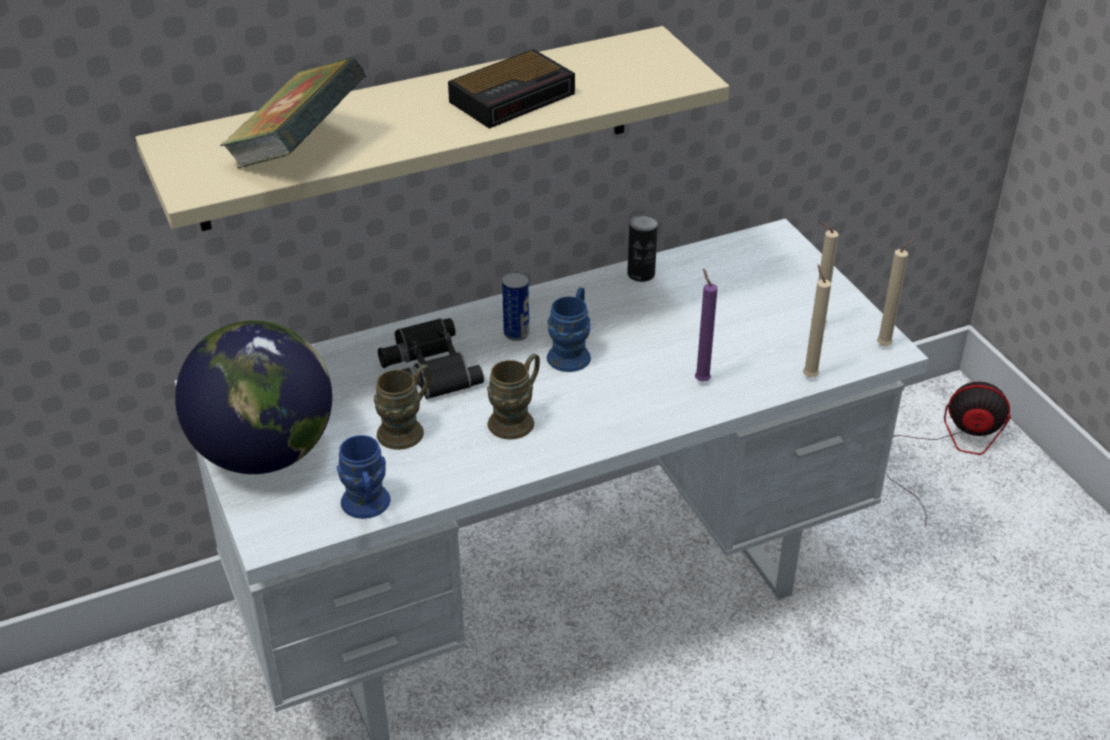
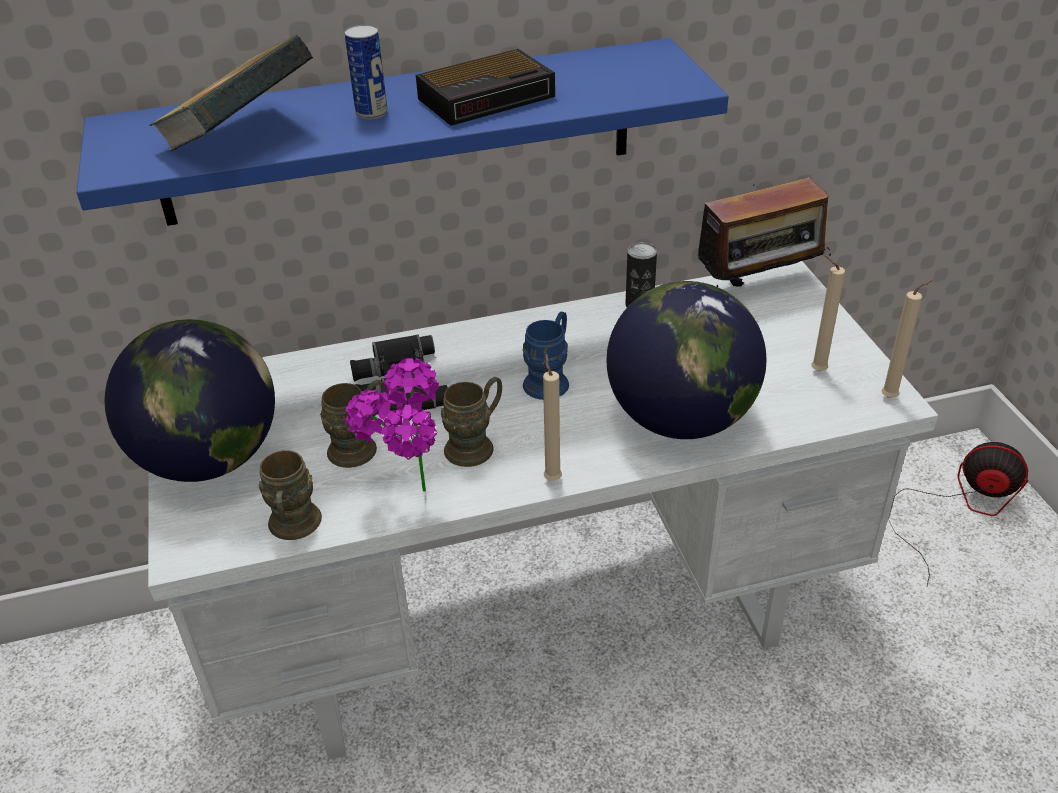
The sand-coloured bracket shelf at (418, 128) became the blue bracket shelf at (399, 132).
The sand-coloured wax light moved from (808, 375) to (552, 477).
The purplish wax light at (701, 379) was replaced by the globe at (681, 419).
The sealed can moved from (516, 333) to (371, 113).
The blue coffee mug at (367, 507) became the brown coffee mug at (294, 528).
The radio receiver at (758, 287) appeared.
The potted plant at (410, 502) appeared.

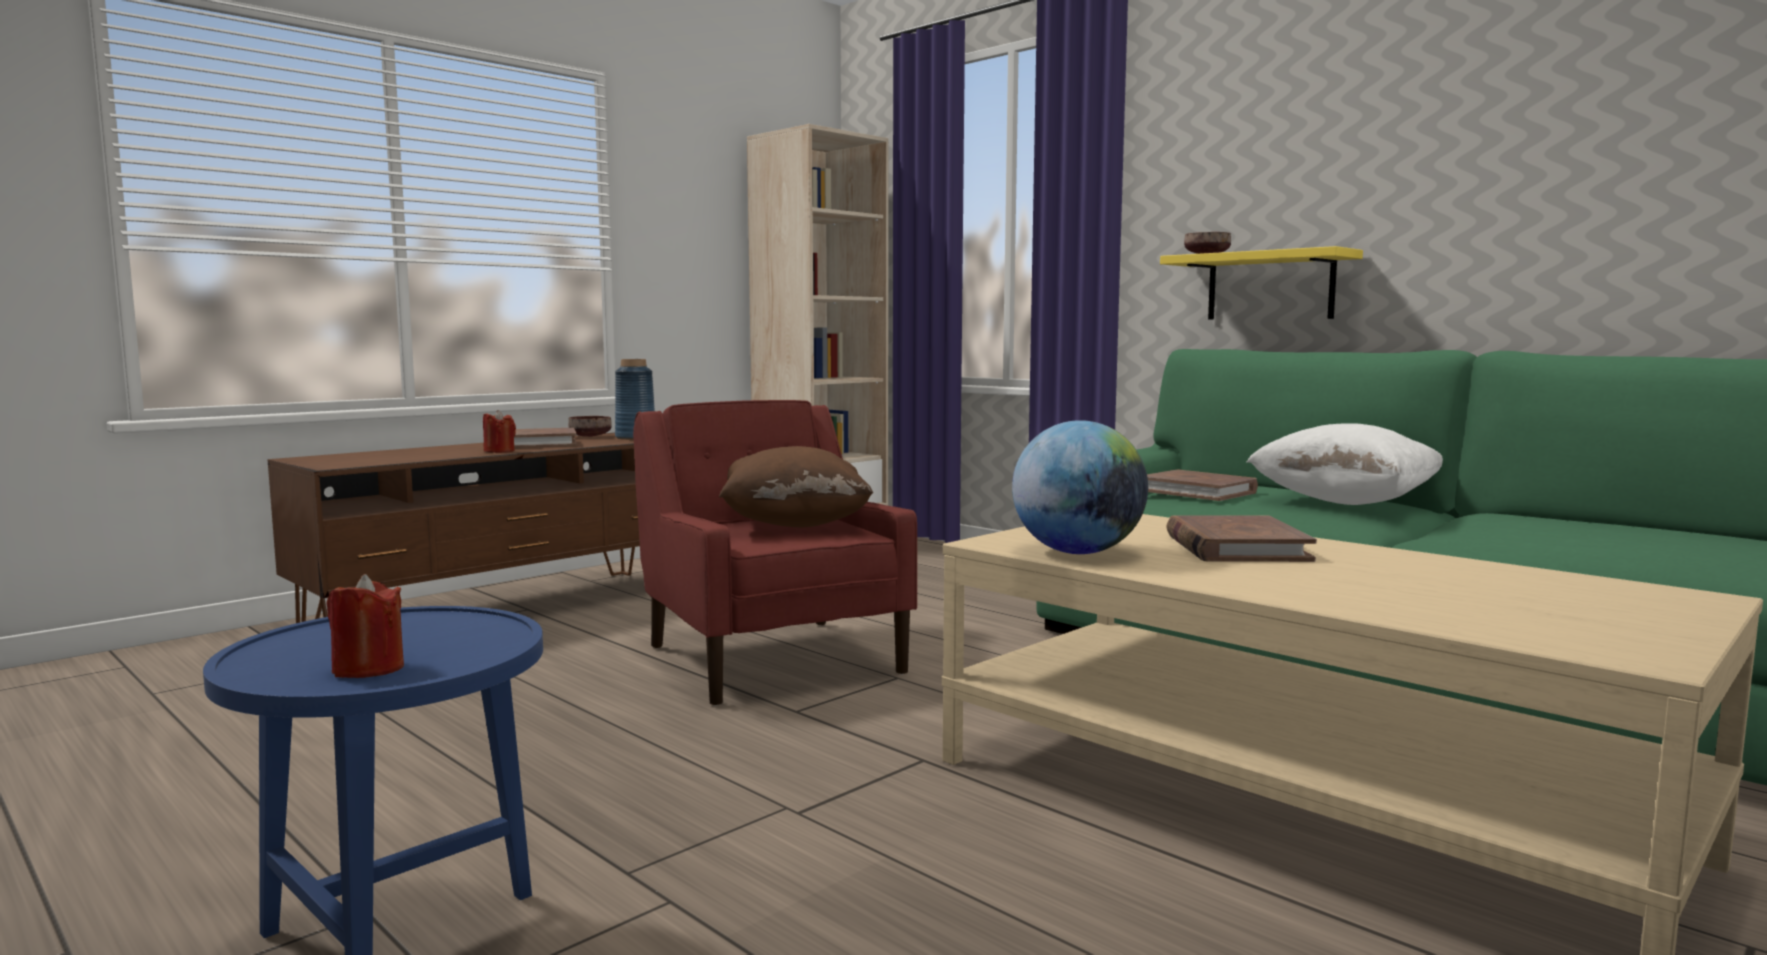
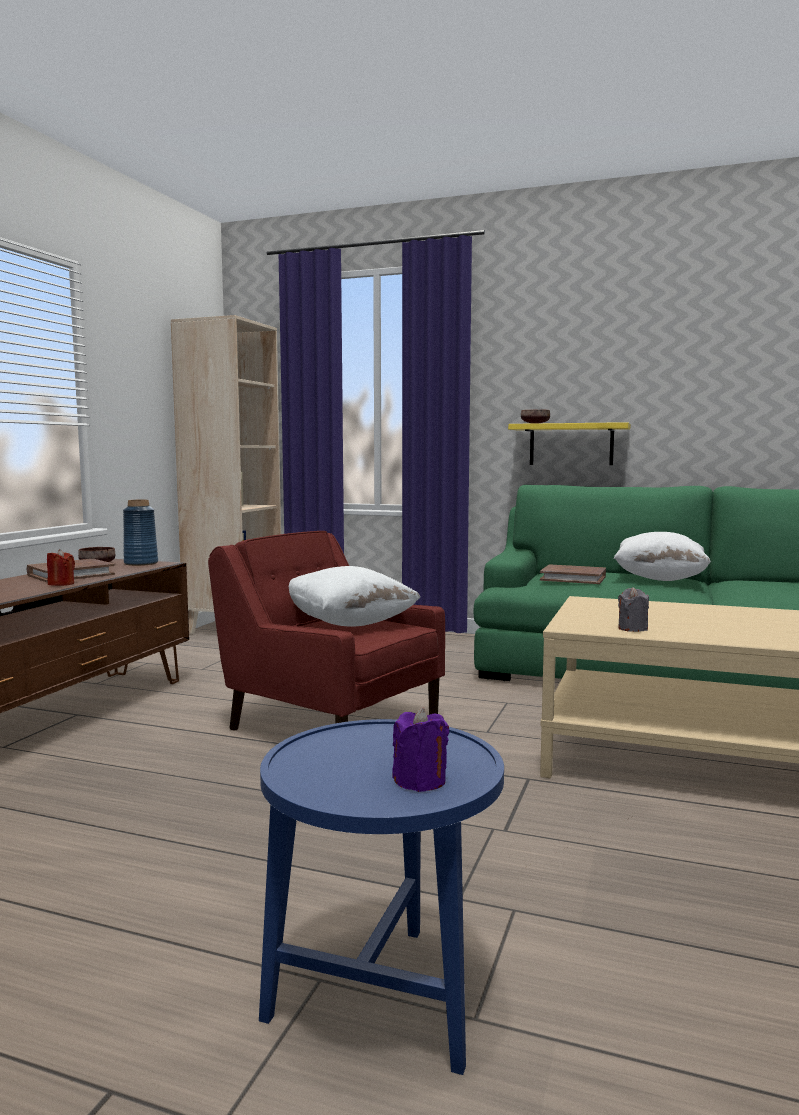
The globe at (1077, 552) was replaced by the grey wax light at (632, 628).
The brown pillow at (794, 524) became the whitish pillow at (348, 624).
The brown book at (1235, 547) disappeared.
The red-coloured wax light at (368, 669) became the purplish wax light at (420, 781).

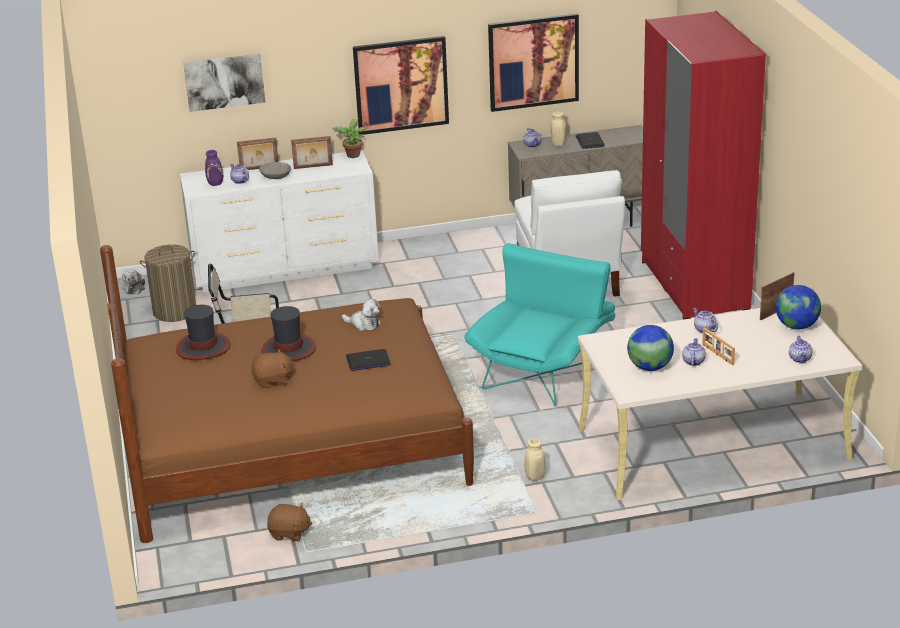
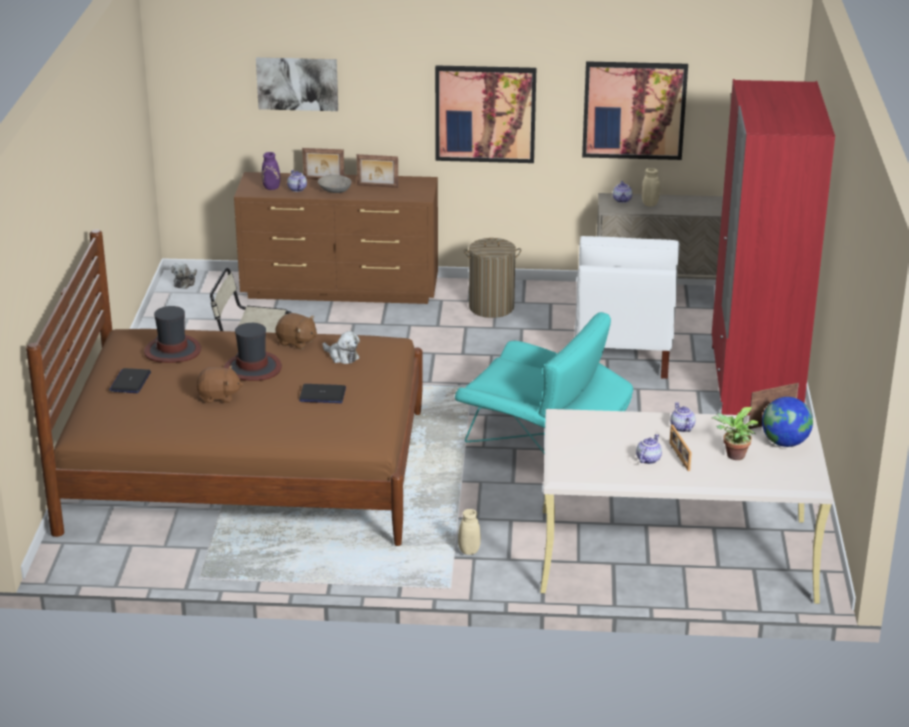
The potted plant moved from (352, 156) to (733, 456).
The notebook computer moved from (590, 141) to (130, 382).
The whitish chest of drawers at (286, 269) became the brown chest of drawers at (341, 289).
The blue-green easy chair at (544, 368) turned 75 degrees clockwise.
The hamper moved from (175, 311) to (491, 307).
The globe at (650, 367) disappeared.
The tea pot at (800, 359) disappeared.
The brown cuddly toy moved from (289, 533) to (296, 342).

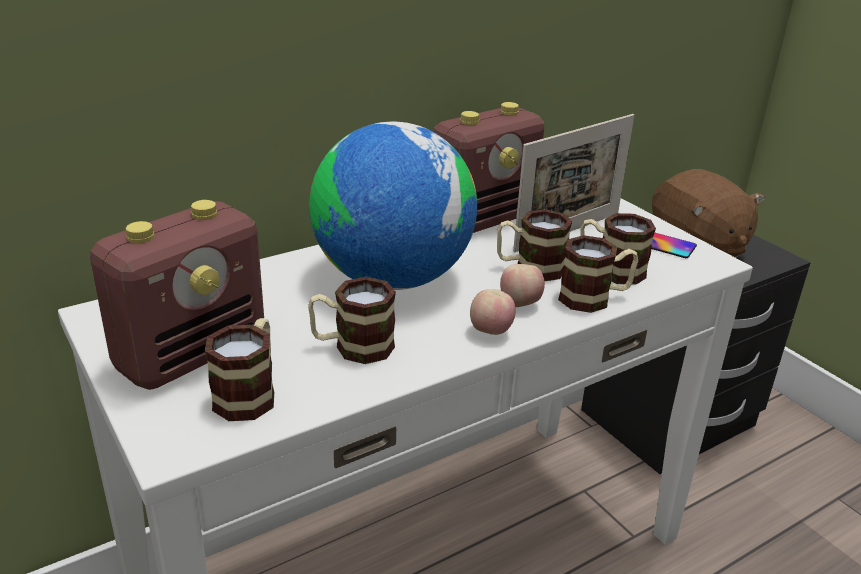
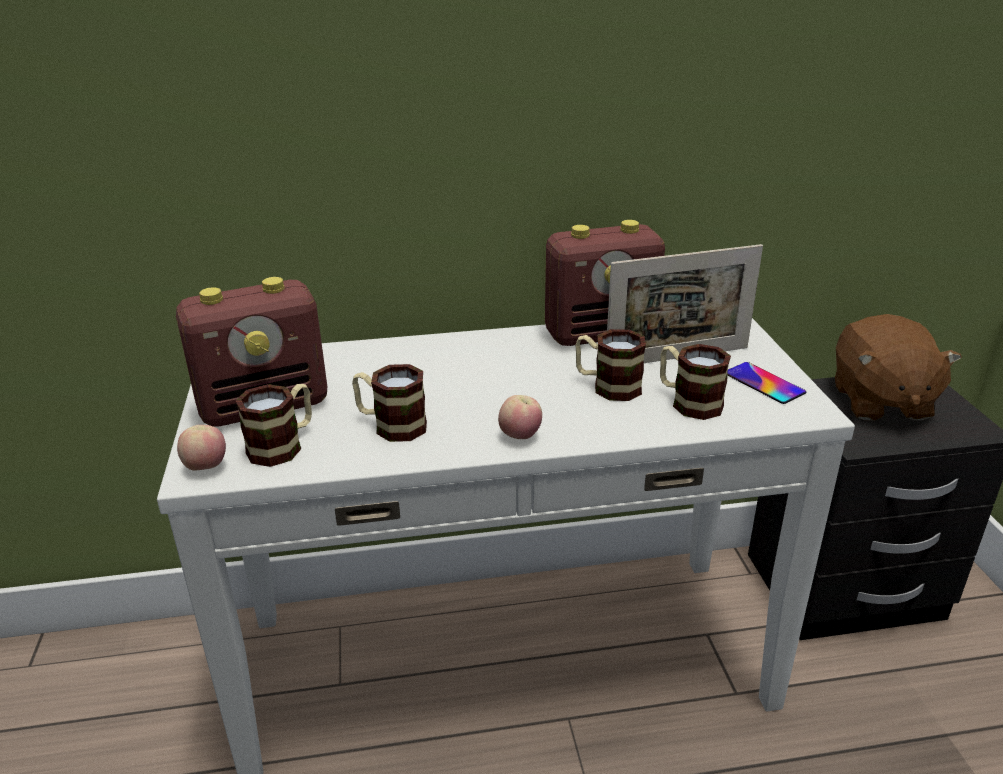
The globe at (392, 279) disappeared.
The coffee mug at (594, 298) disappeared.
The apple fruit moved from (519, 304) to (206, 467).

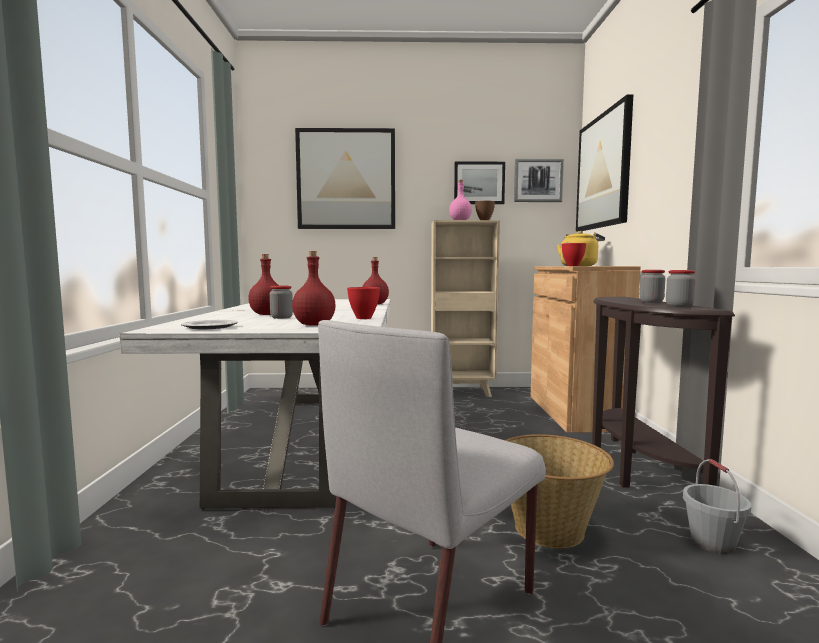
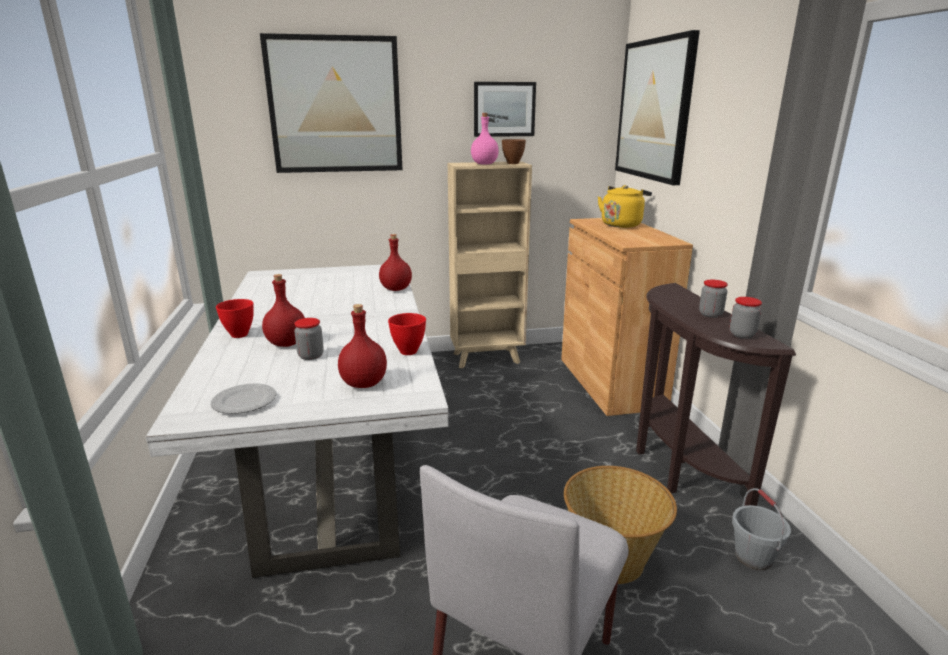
The wall picture at (538, 181) disappeared.
The red-coloured deep dish moved from (572, 266) to (238, 335).

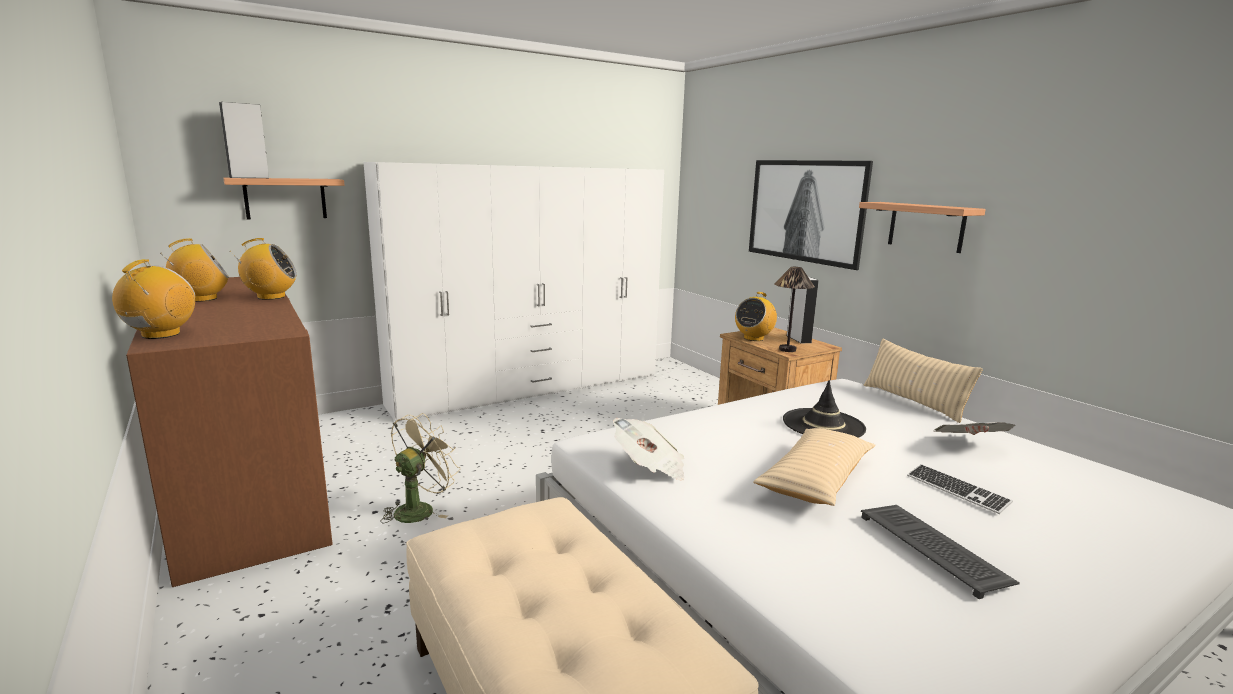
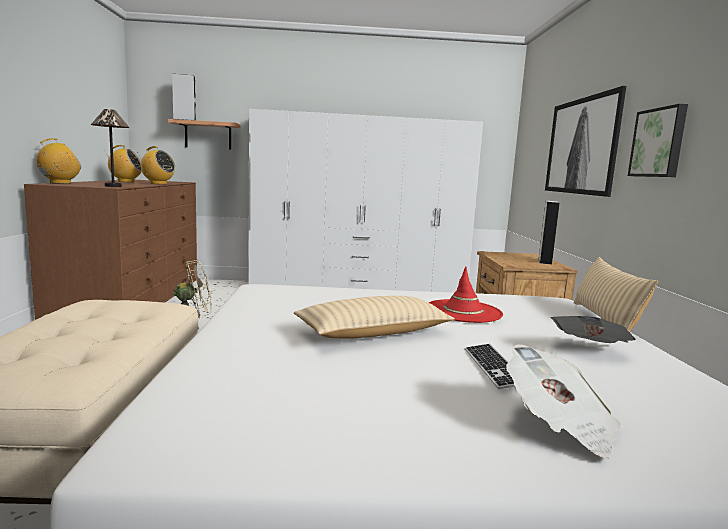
The bracket shelf at (926, 226) was replaced by the wall picture at (659, 143).
The tabletop lamp moved from (787, 349) to (113, 186).
The radio receiver at (753, 338) disappeared.
The blackish hat at (823, 424) became the red-coloured hat at (463, 311).
The newspaper moved from (650, 467) to (560, 426).
The computer keyboard at (935, 549) disappeared.

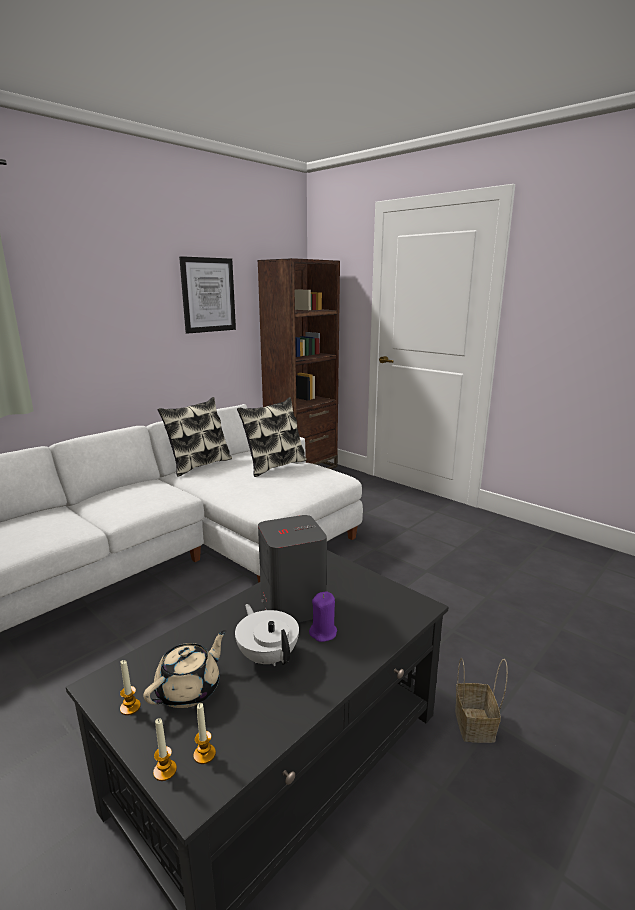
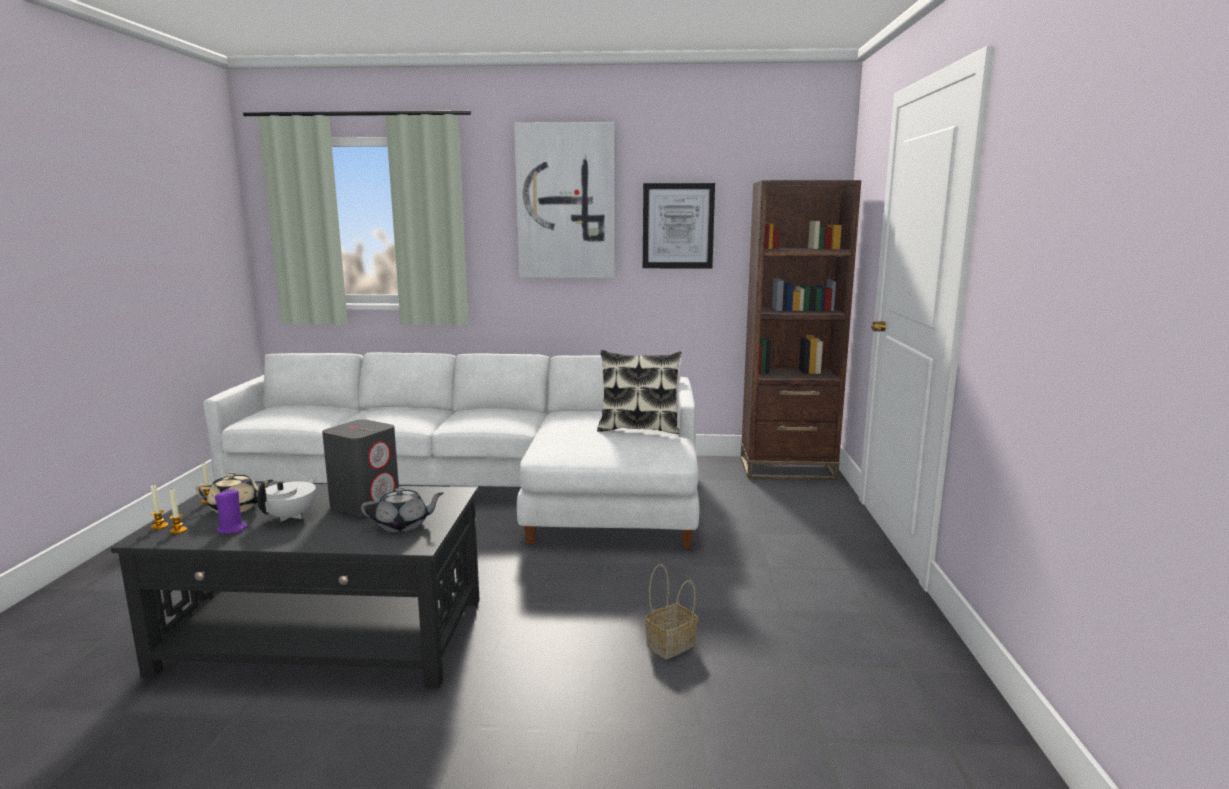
The pillow at (199, 465) disappeared.
The purplish wax light moved from (323, 633) to (232, 529).
The basket moved from (475, 726) to (670, 646).
The wall picture at (566, 202) appeared.
The grey tea pot at (403, 525) appeared.

